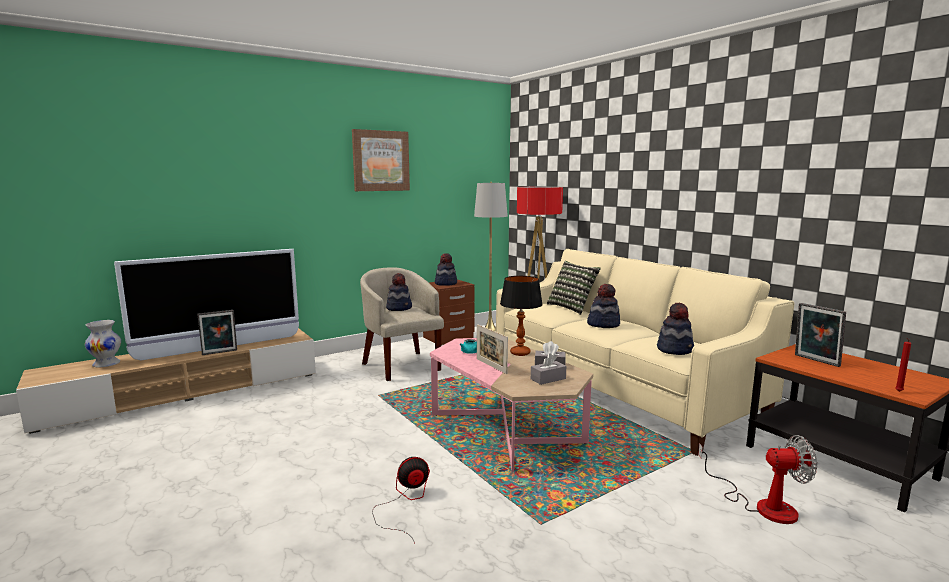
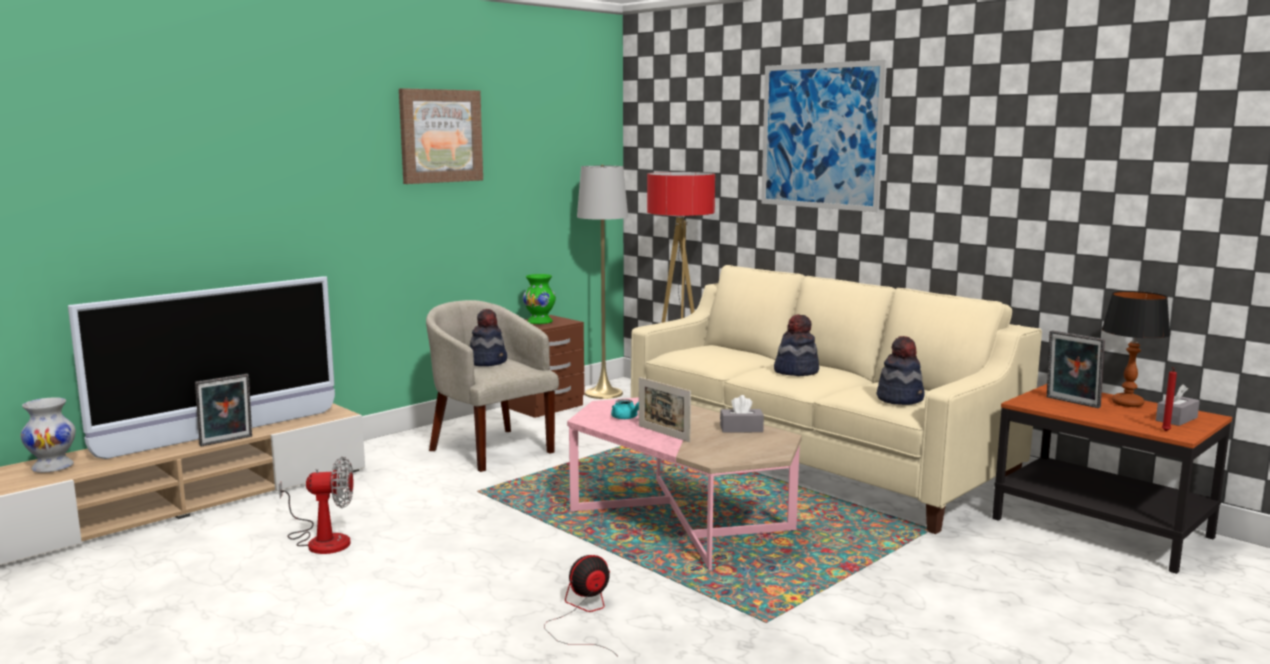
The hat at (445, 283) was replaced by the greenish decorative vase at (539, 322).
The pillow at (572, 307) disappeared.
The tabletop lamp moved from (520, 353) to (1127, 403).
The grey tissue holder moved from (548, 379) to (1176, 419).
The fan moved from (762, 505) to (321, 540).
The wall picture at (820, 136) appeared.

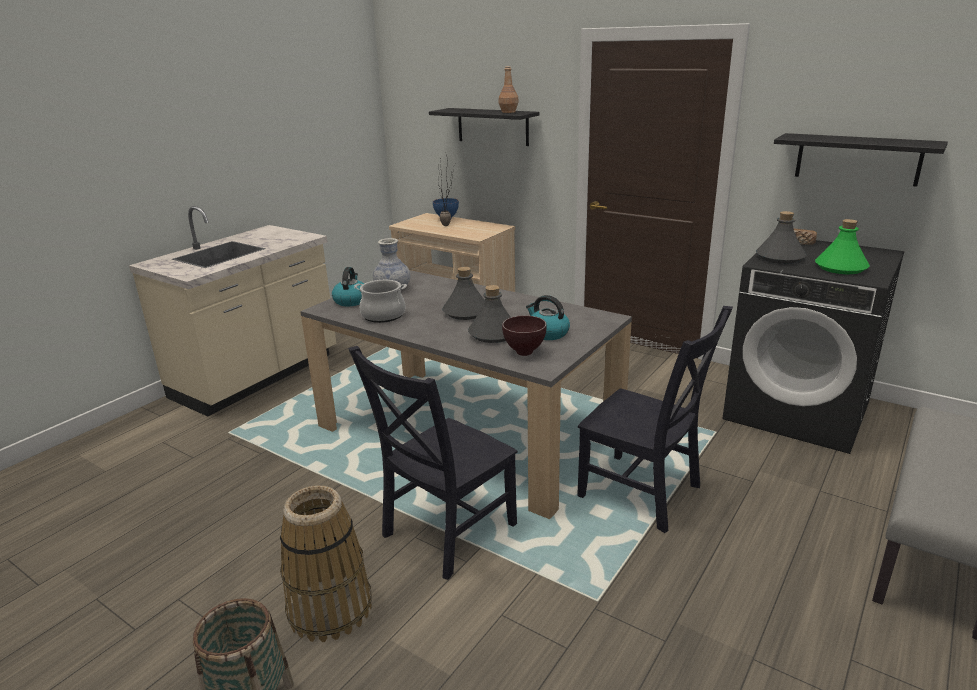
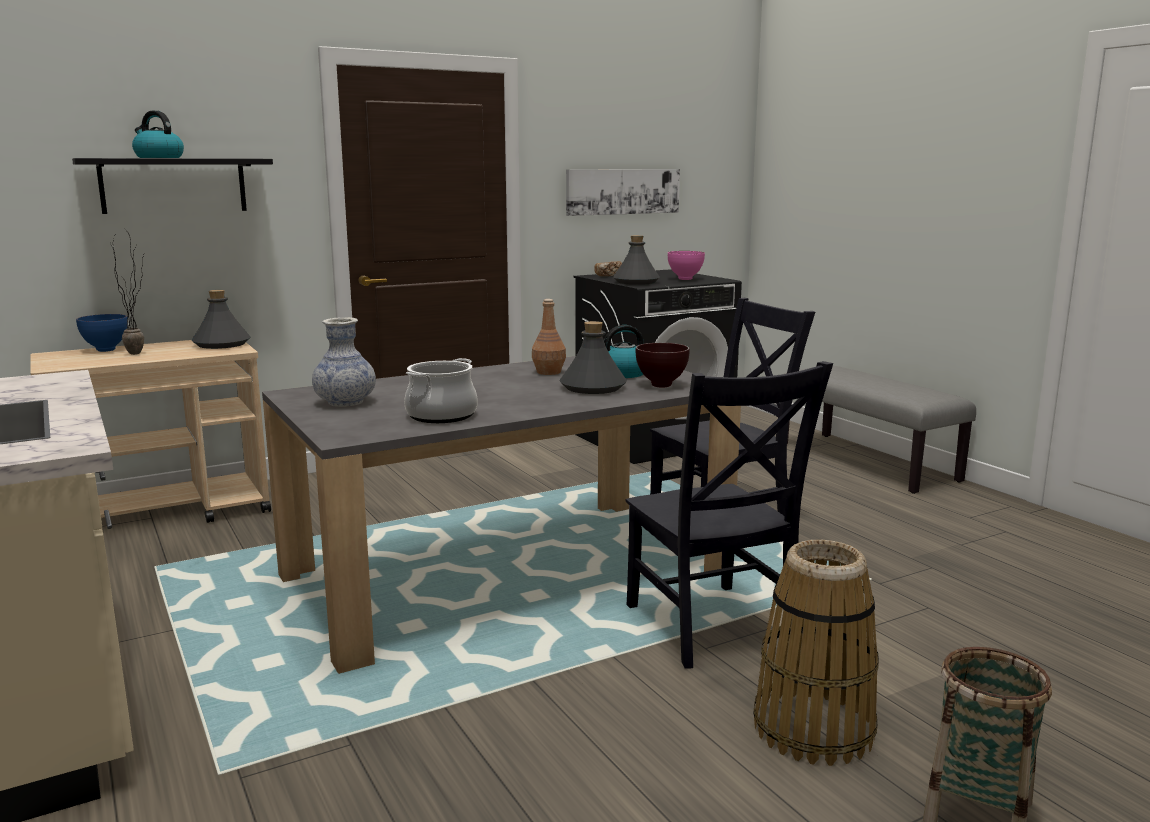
The brown drink bottle moved from (508, 112) to (548, 372).
The blackish bracket shelf at (857, 159) was replaced by the wall picture at (622, 191).
The greenish drink bottle at (840, 268) was replaced by the pinkish deep dish at (684, 279).
The water kettle moved from (351, 301) to (158, 158).
The grey drink bottle moved from (466, 312) to (221, 344).

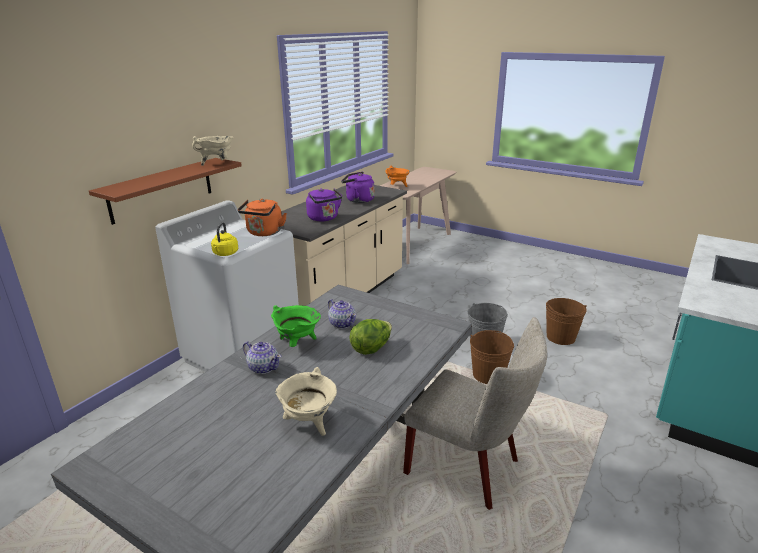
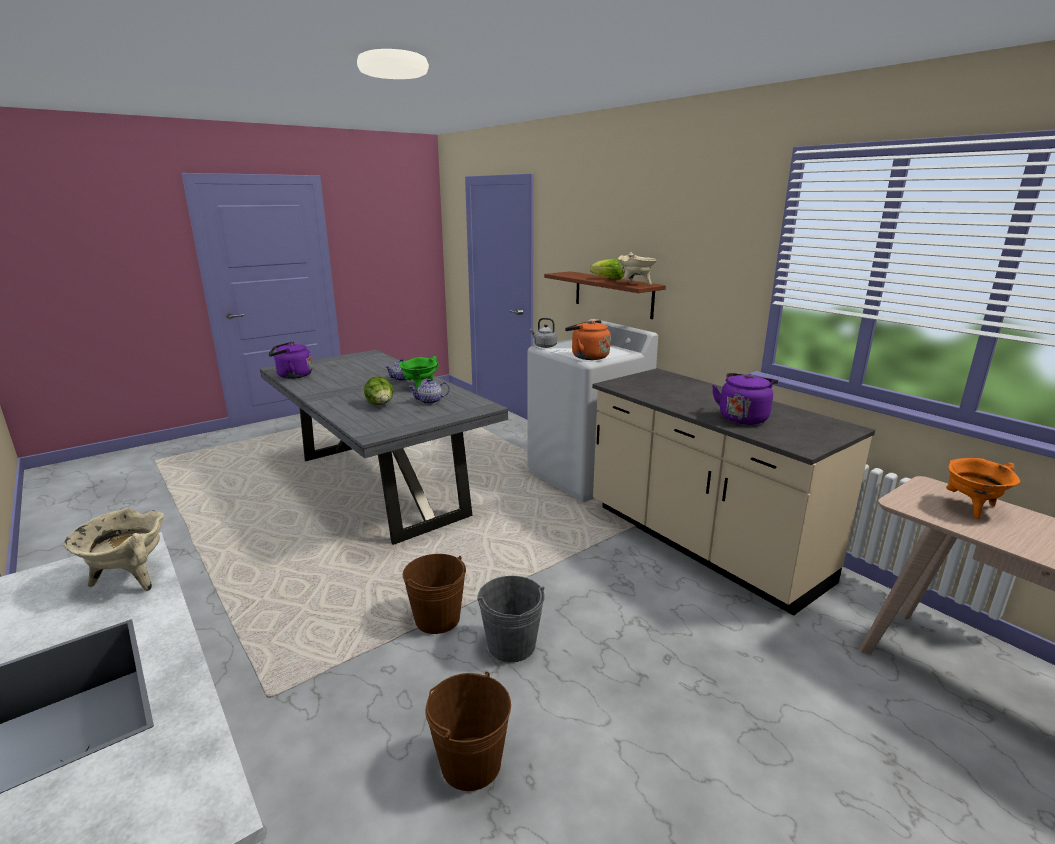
The purplish water kettle moved from (324, 218) to (292, 376).
The yellowish water kettle at (225, 254) became the grey water kettle at (544, 346).
The sand-coloured chair at (469, 468) disappeared.
The sand-coloured stockpot moved from (309, 423) to (129, 578).
The head of lettuce at (608, 279) appeared.

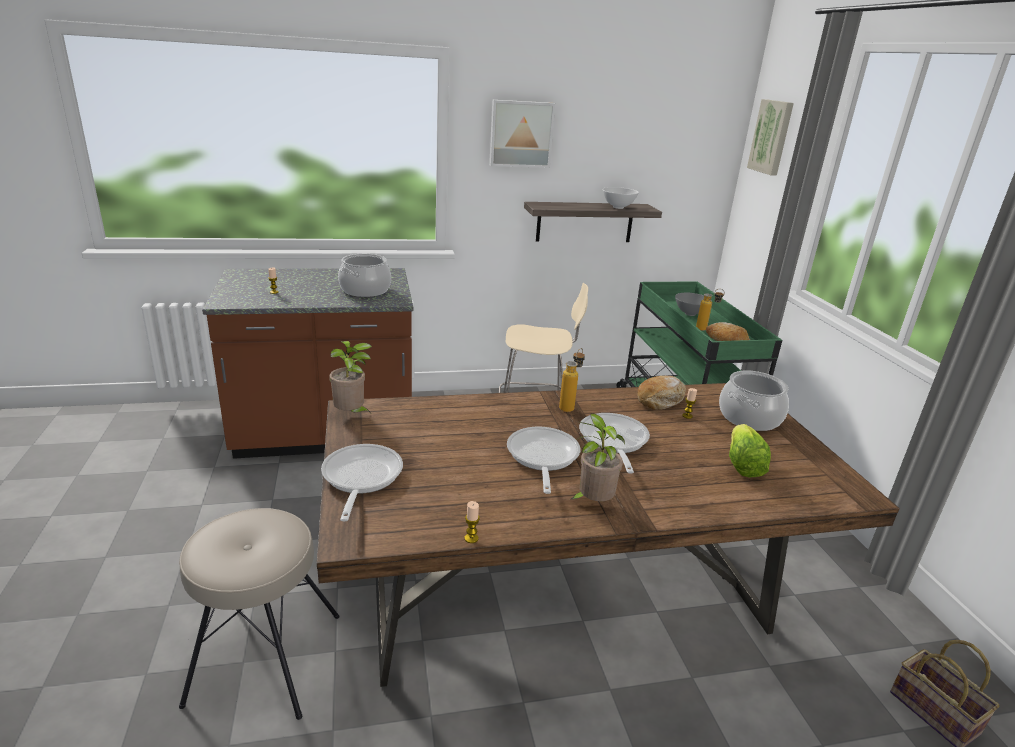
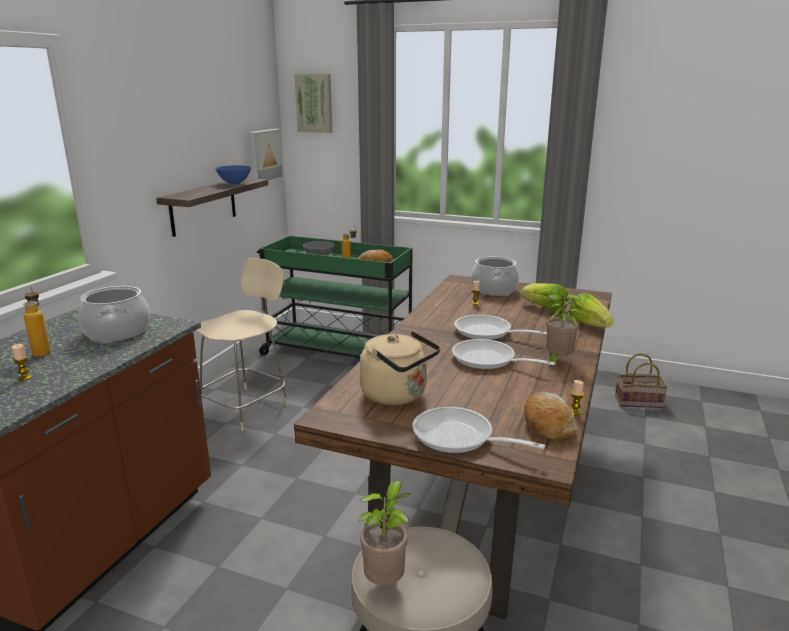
The wall picture moved from (520, 134) to (264, 156).
The whitish deep dish at (618, 207) became the blue deep dish at (235, 184).
The potted plant moved from (351, 414) to (386, 582).
The drink bottle moved from (569, 406) to (42, 351).
The baked bread moved from (661, 399) to (547, 424).
The head of lettuce at (589, 325) appeared.
The sand-coloured water kettle at (398, 395) appeared.

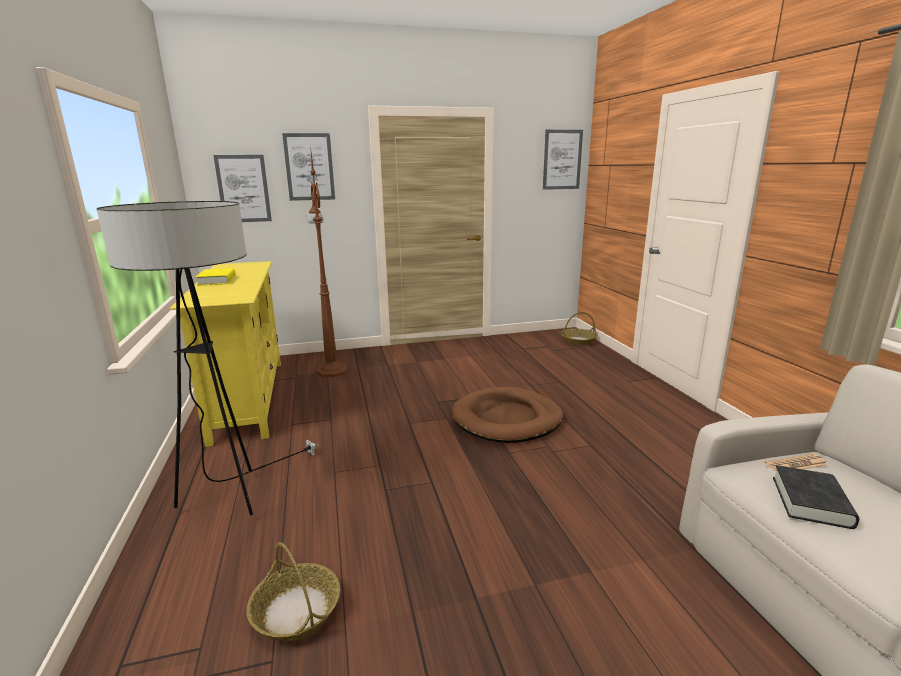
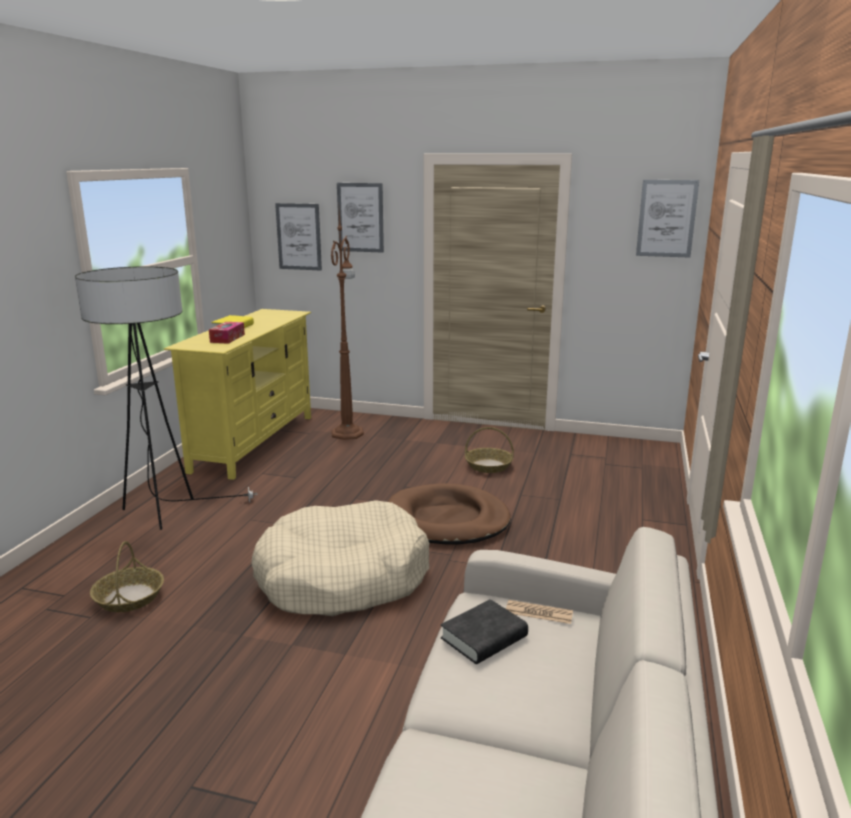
The basket moved from (578, 341) to (489, 466).
The tissue holder at (227, 338) appeared.
The sand-coloured pet bed at (342, 577) appeared.

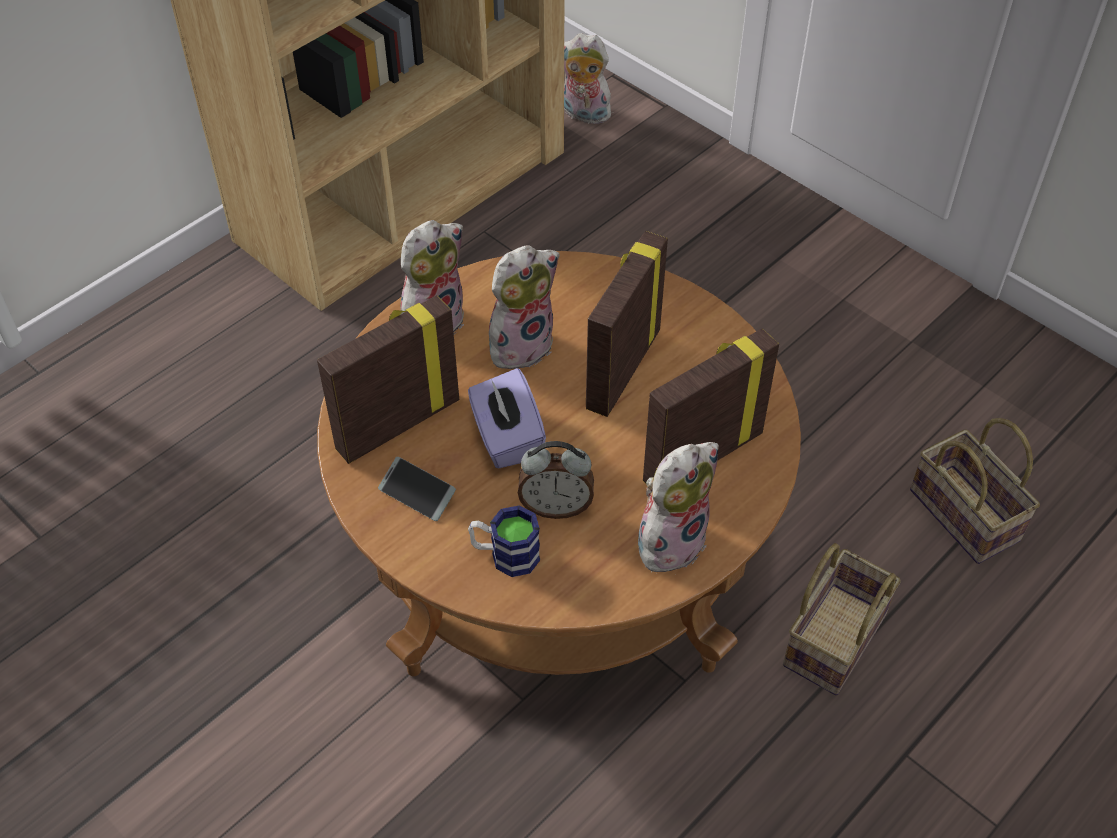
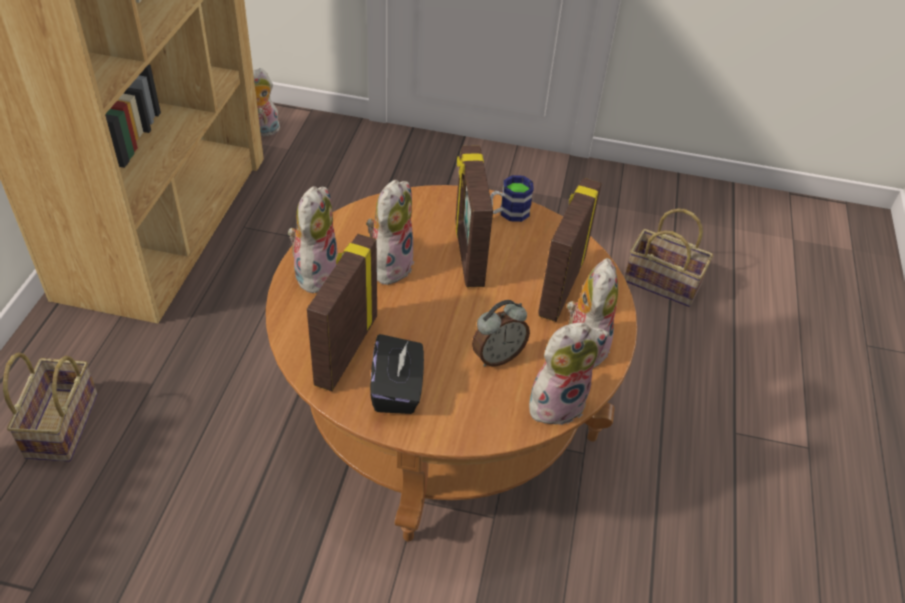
The purplish tissue holder at (506, 438) disappeared.
The telephone at (417, 494) was replaced by the blackish tissue holder at (397, 390).
The coffee mug moved from (505, 555) to (508, 213).
The basket moved from (834, 636) to (61, 423).
The cuddly toy at (557, 402) appeared.

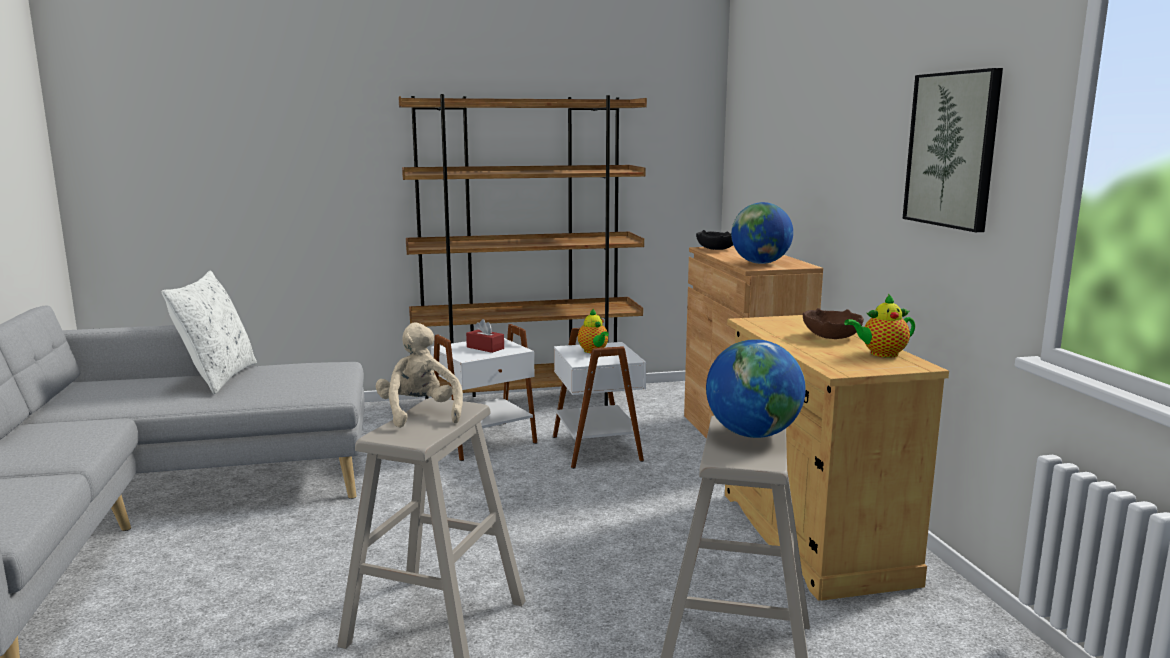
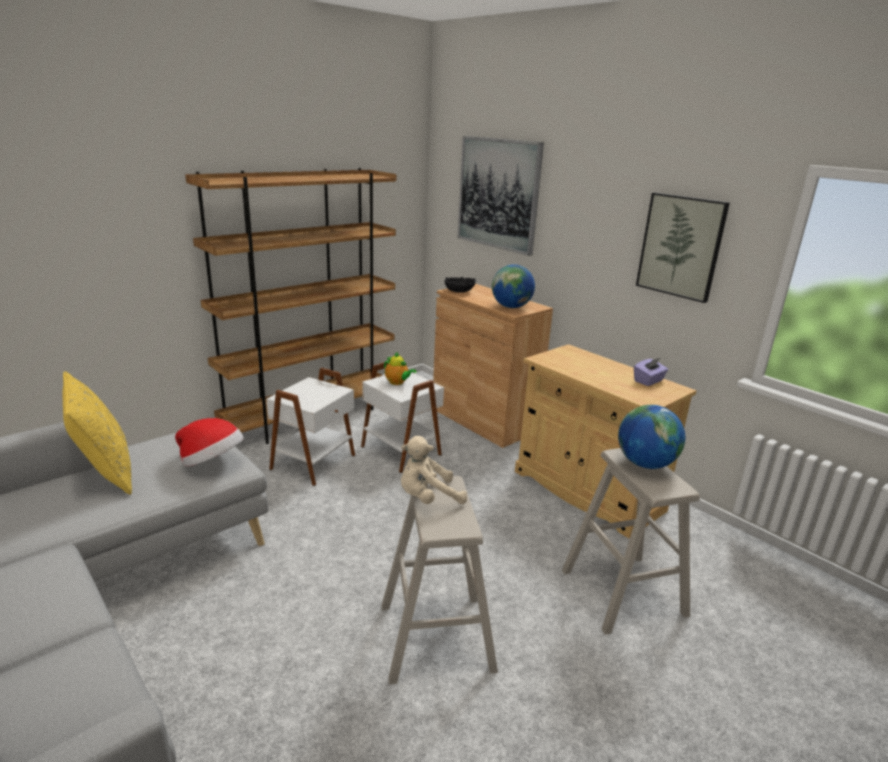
The whitish pillow at (217, 378) became the yellowish pillow at (105, 473).
The tea pot at (881, 354) was replaced by the purplish tissue holder at (648, 381).
The brown deep dish at (832, 337) disappeared.
The red-coloured tissue holder at (485, 348) disappeared.
The sand-coloured cuddly toy at (420, 414) turned 60 degrees counterclockwise.
The wall picture at (498, 194) appeared.
The hat at (212, 462) appeared.

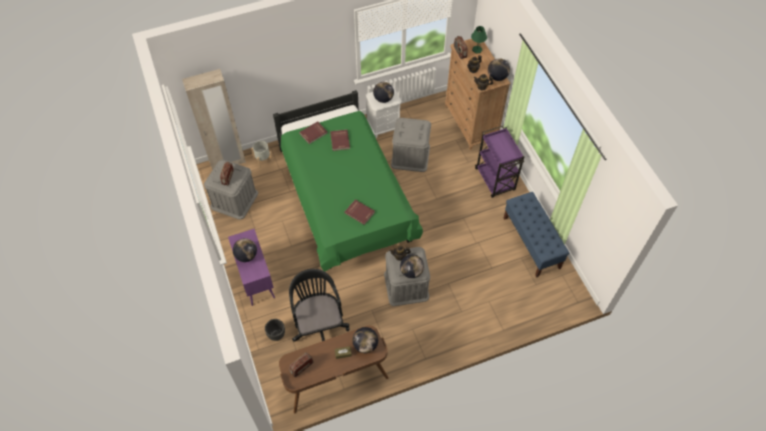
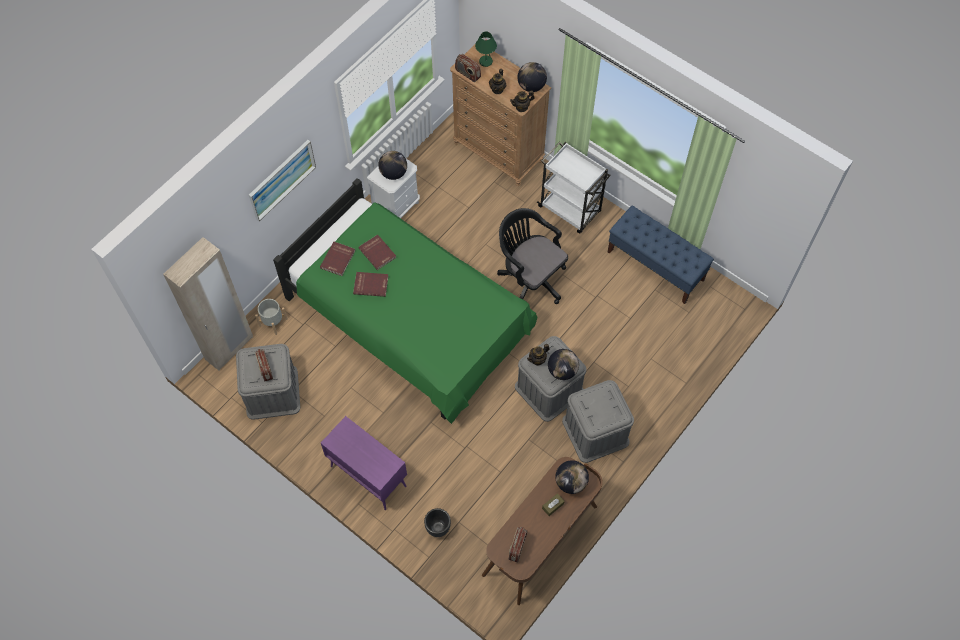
The grey storage container moved from (410, 156) to (595, 431).
The purplish cart at (495, 180) became the whitish cart at (570, 210).
The red-coloured book moved from (360, 212) to (371, 284).
The globe at (246, 256) disappeared.
The blackish office chair moved from (319, 324) to (529, 278).
The wall picture at (281, 179) appeared.

